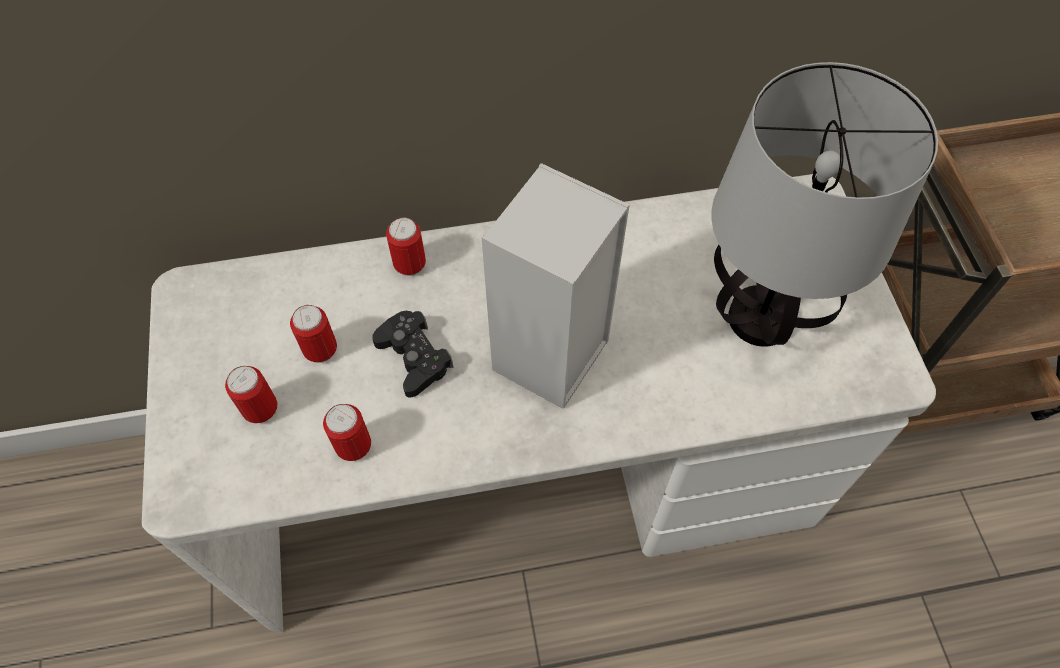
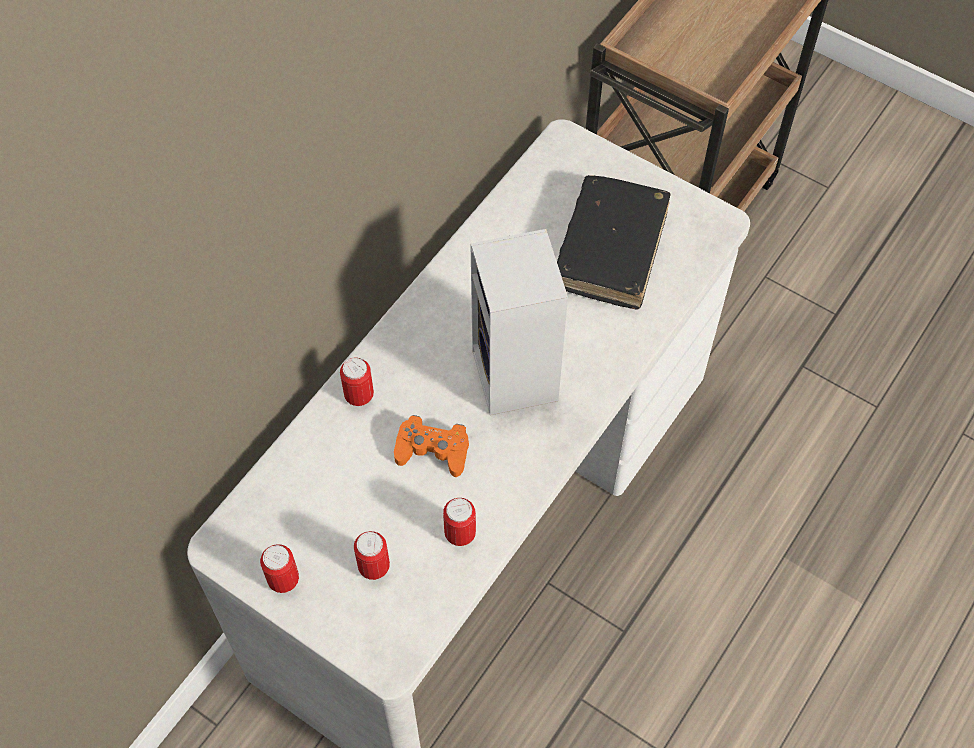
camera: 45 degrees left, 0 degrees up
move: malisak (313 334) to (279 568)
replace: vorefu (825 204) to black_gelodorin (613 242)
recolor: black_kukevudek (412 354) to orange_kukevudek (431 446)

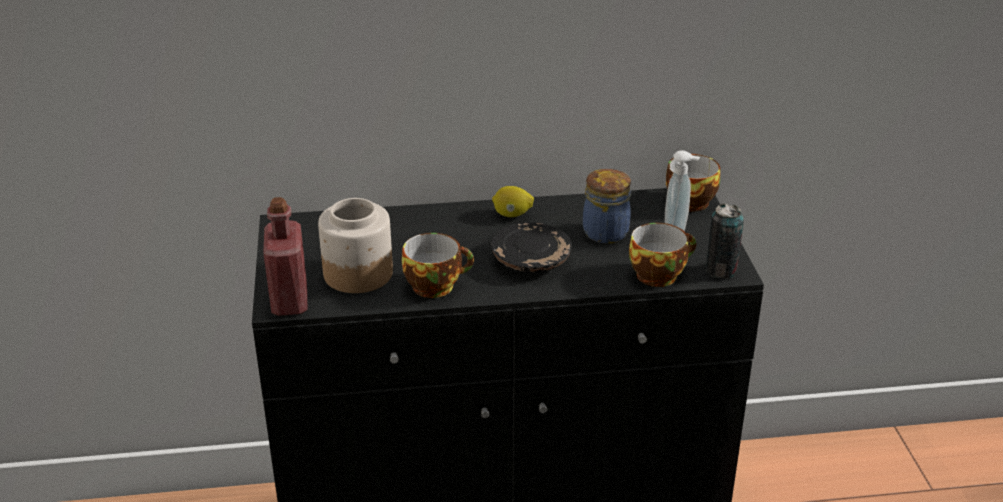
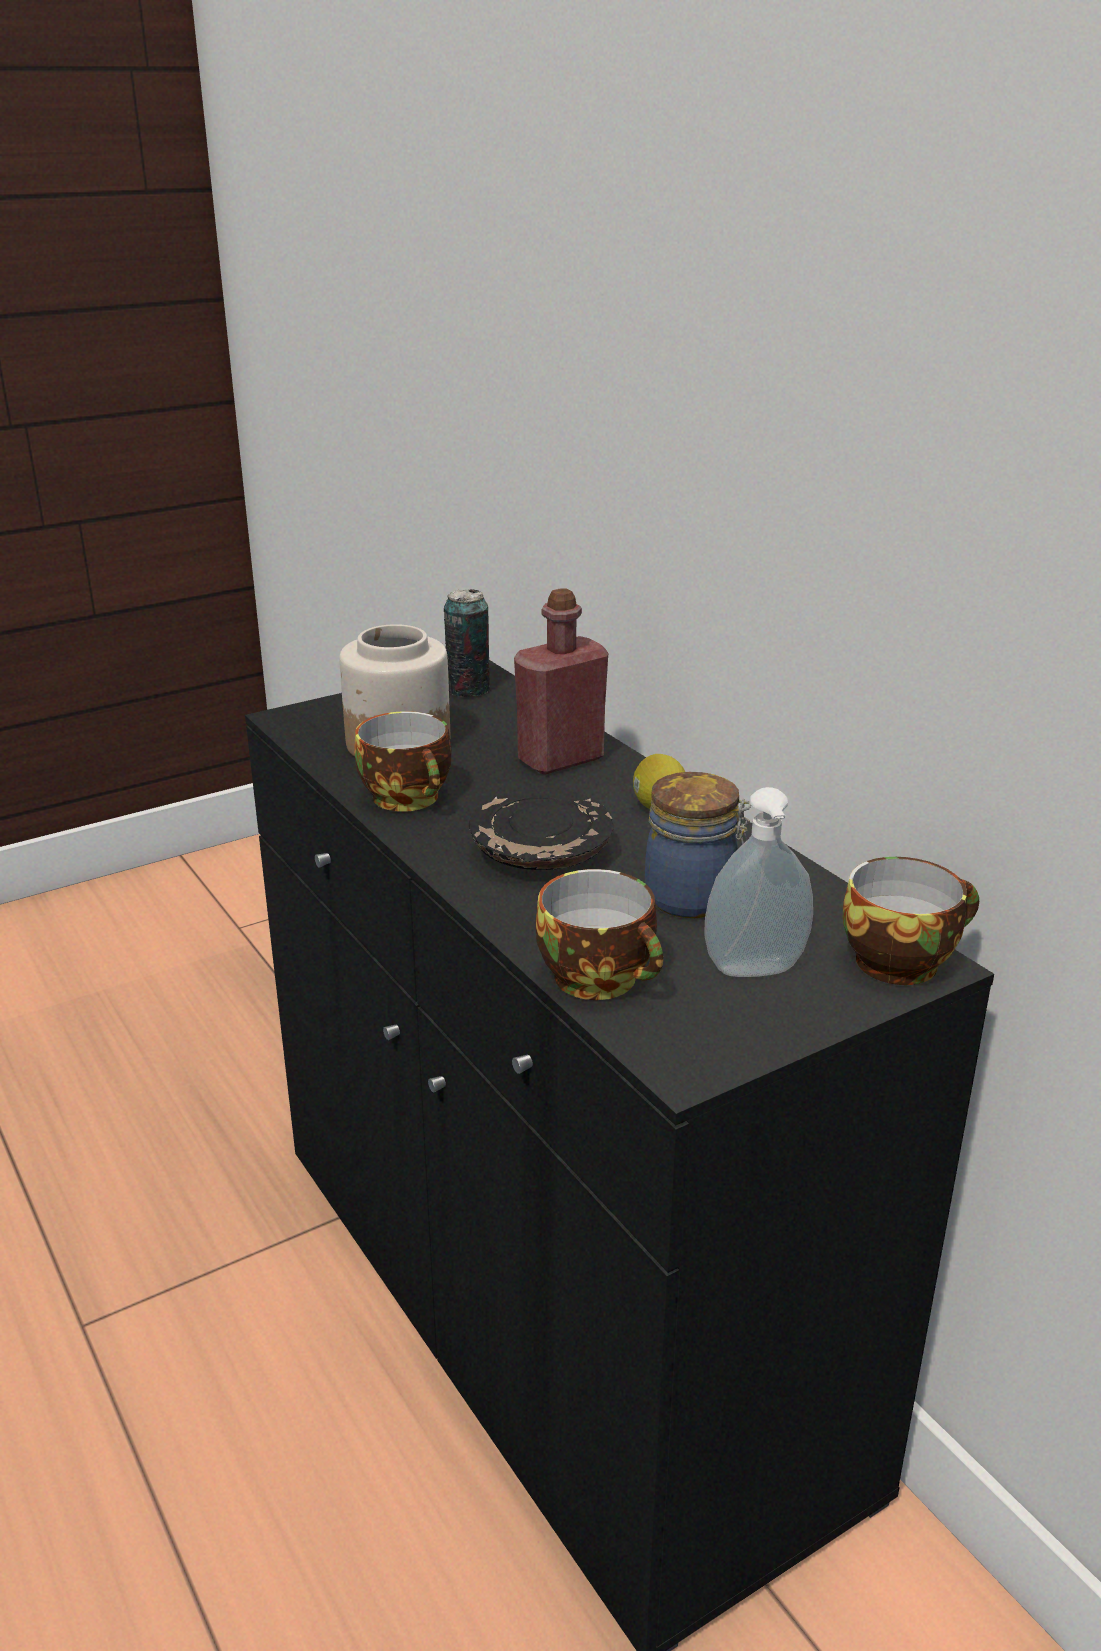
camera: 65 degrees right, 5 degrees down
move: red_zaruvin (285 256) to (561 681); malisak (725 241) to (467 643)

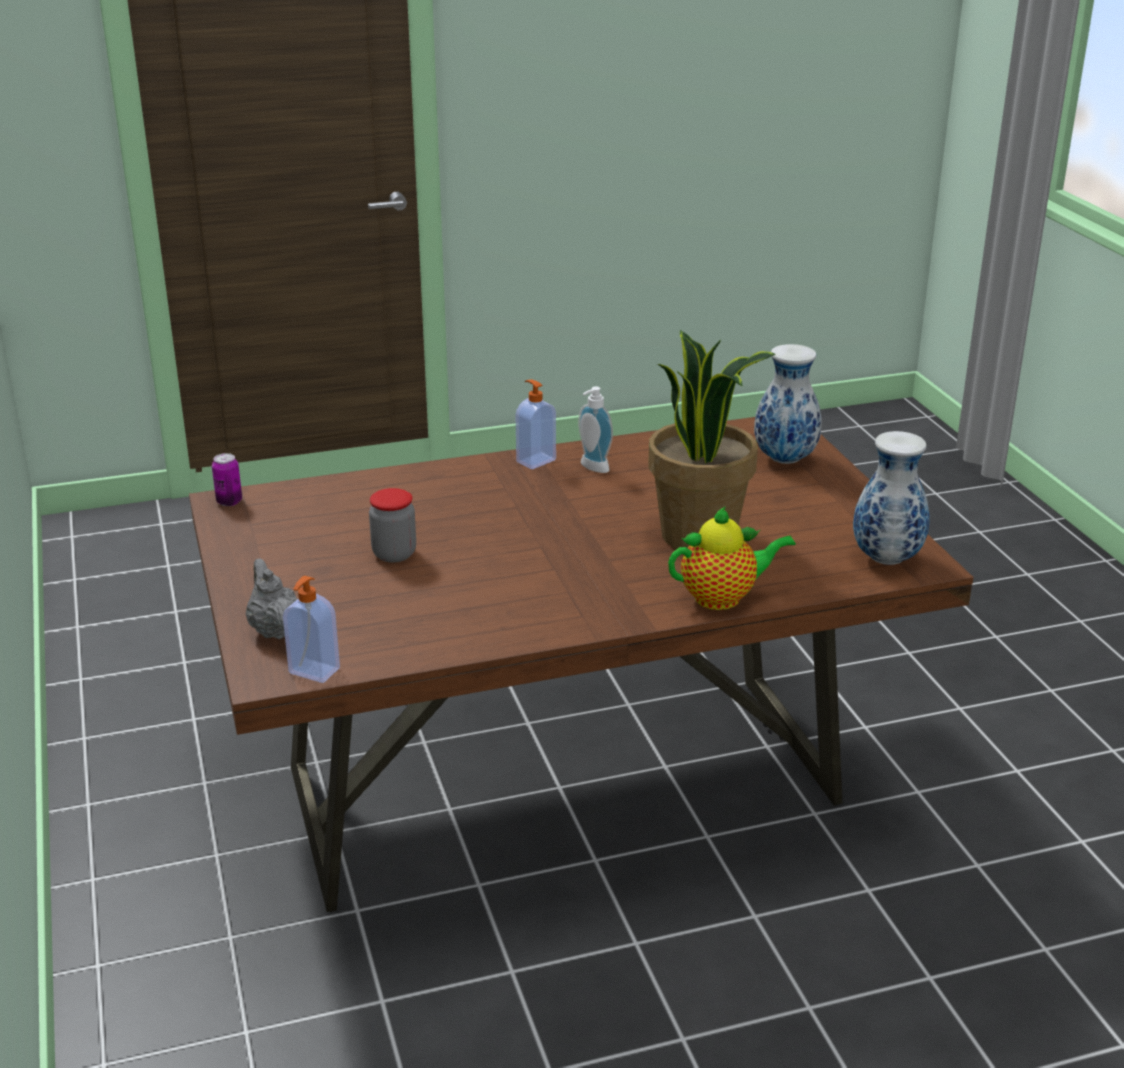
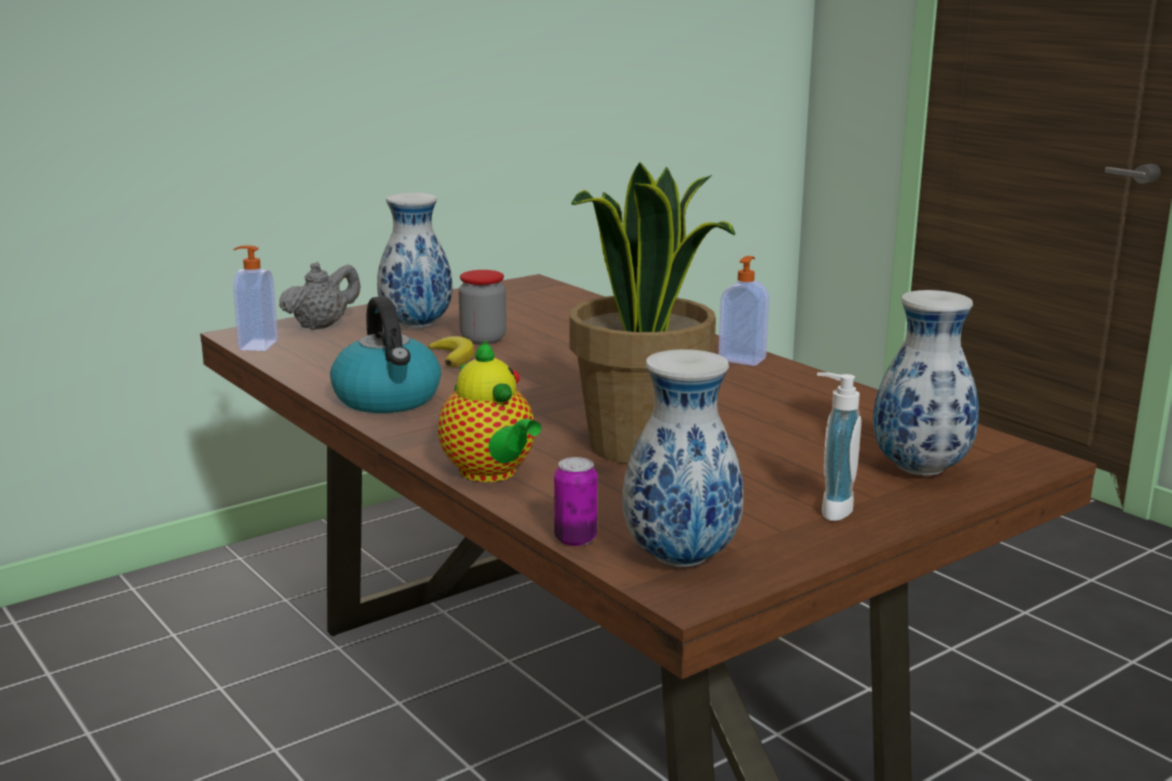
camera: 70 degrees right, 10 degrees down
insert: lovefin (415 260); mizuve (385 354); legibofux (451 351)
move: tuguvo (595 429) to (839 446); malisak (227 479) to (576 501)

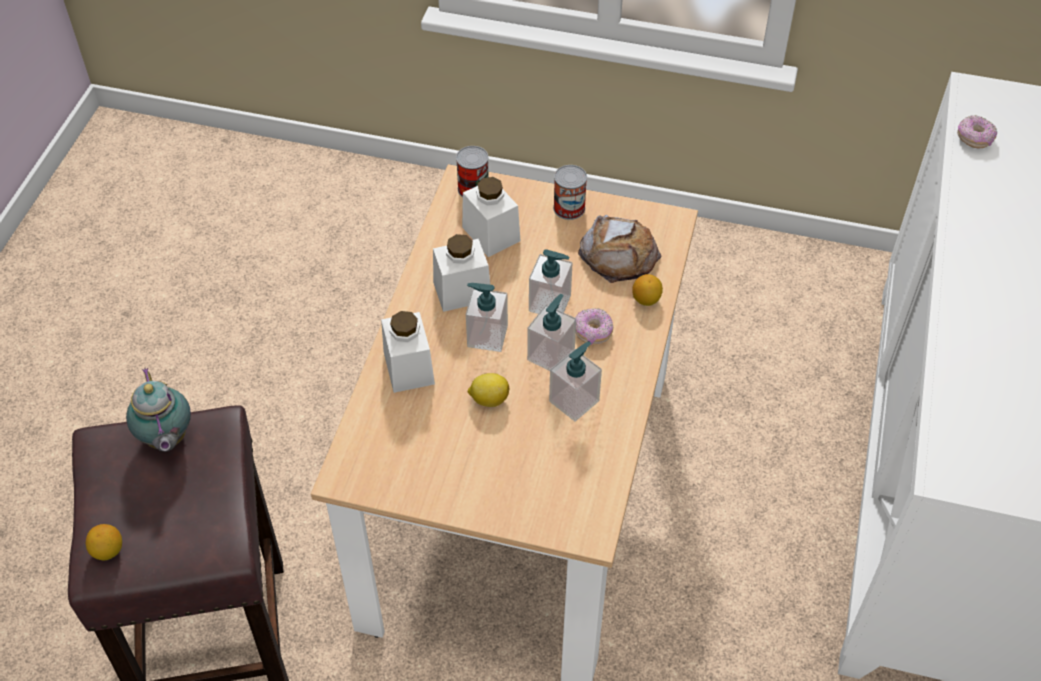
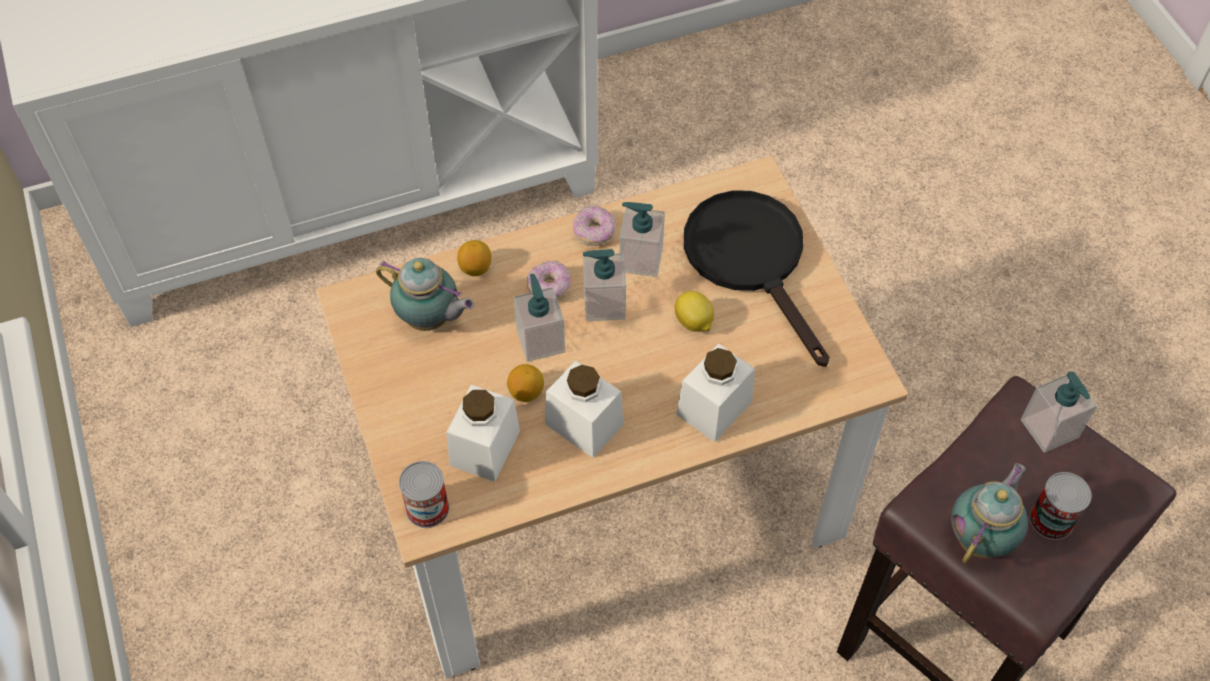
camera: 125 degrees left, 5 degrees up
insert: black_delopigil (757 278)
move: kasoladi (977 131) to (594 226); malisak (570 192) to (1060 506); tuguvo (487 317) to (1059 412); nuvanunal (104 542) to (525 383)
replace: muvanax (619 249) to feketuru (425 294)

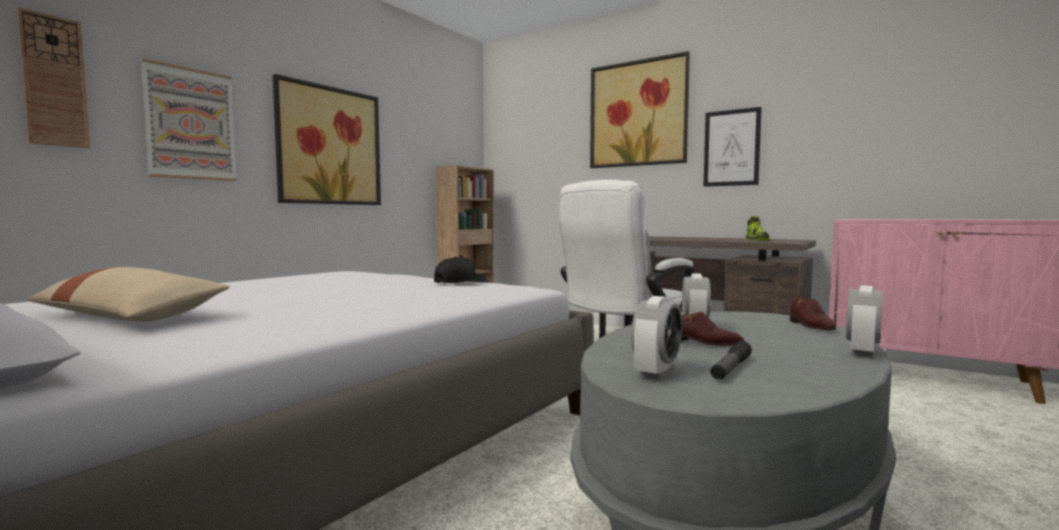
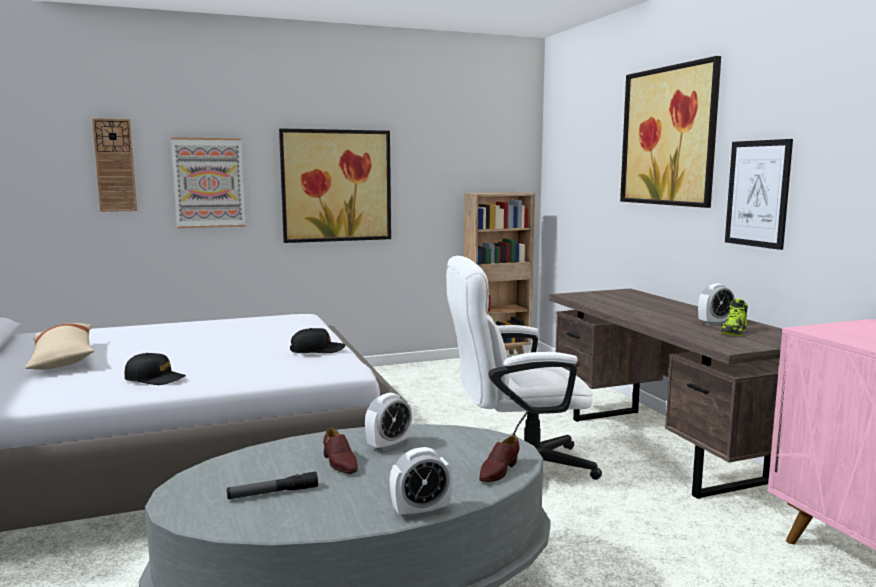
camera: 35 degrees right, 5 degrees up
insert: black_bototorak (155 369)
move: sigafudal (656 338) to (716 305)

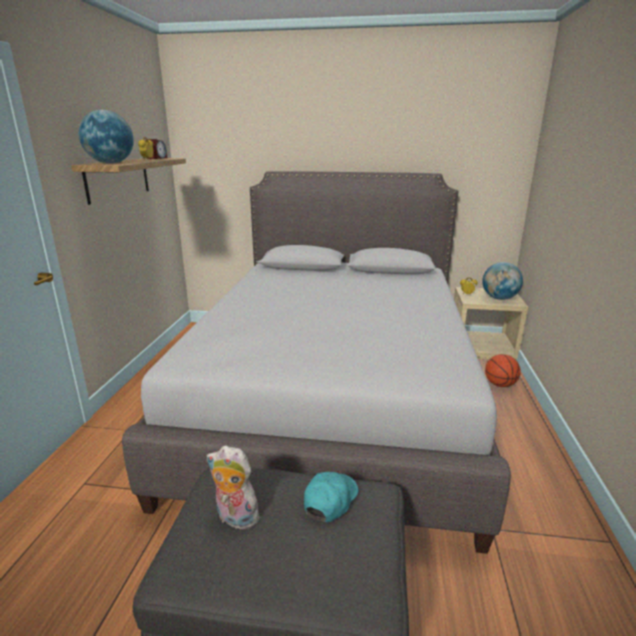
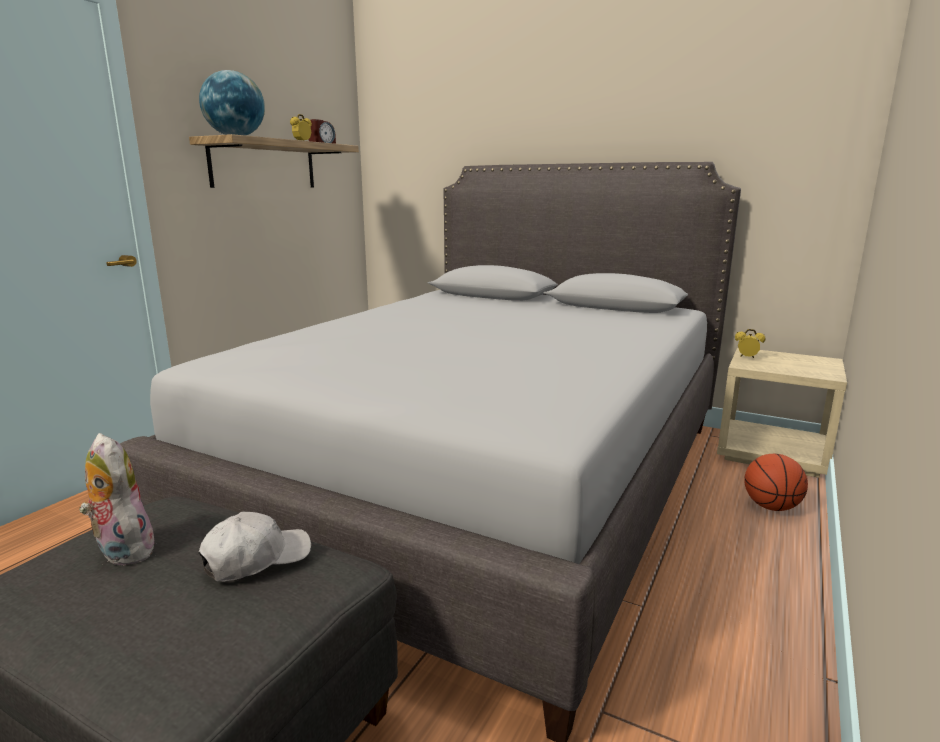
camera: 20 degrees right, 5 degrees down
delete: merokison (502 281)
recolor: turquoise_bototorak (331 497) to white_bototorak (255 547)

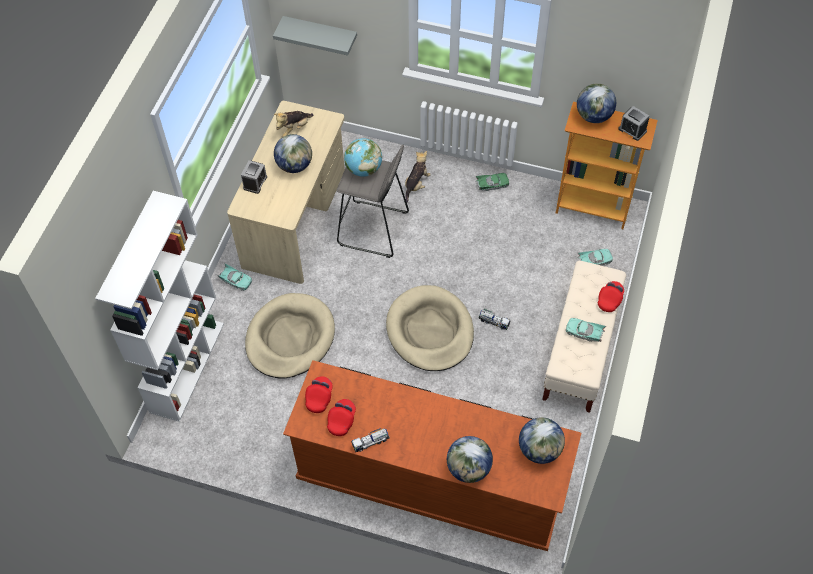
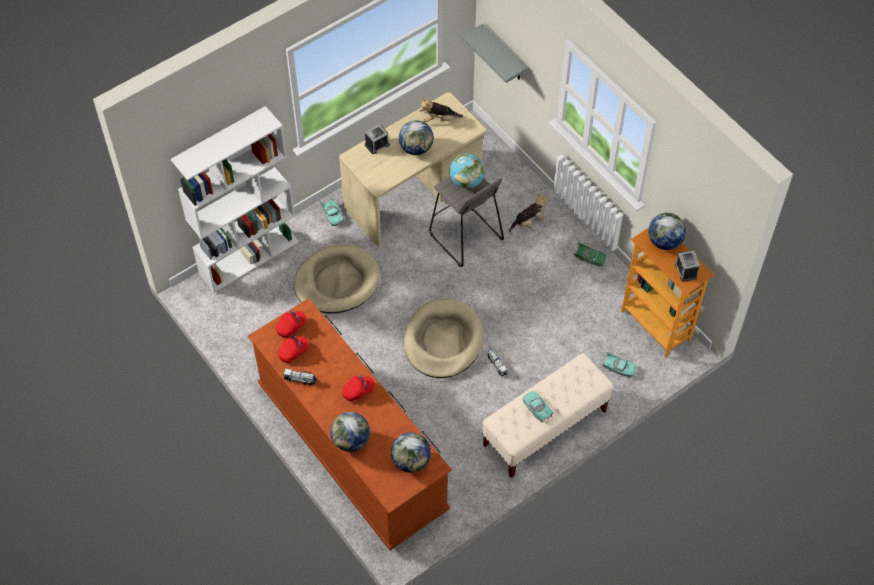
camera: 35 degrees right, 0 degrees up
move: red_bototorak (611 296) to (358 388)

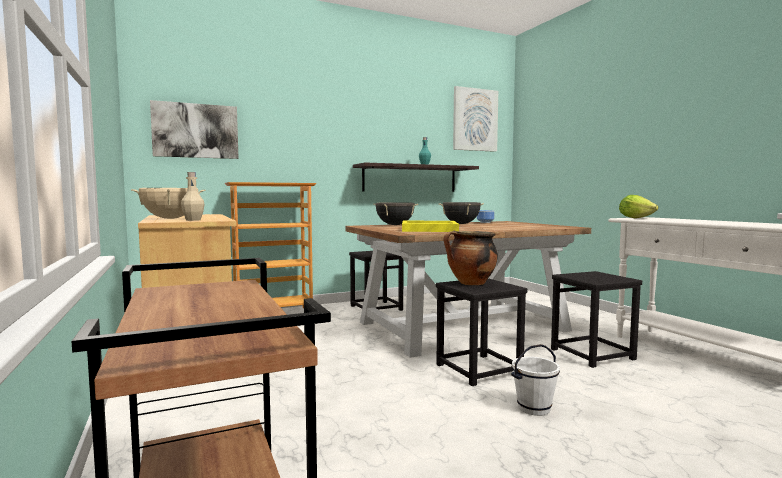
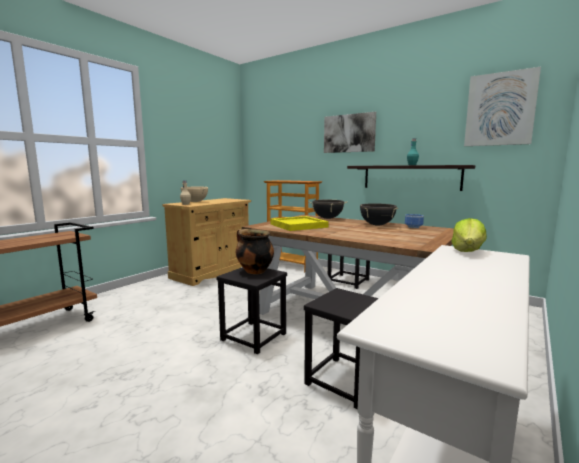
camera: 60 degrees right, 5 degrees up
delete: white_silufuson (535 380)
move: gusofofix (194 129) to (350 132)

